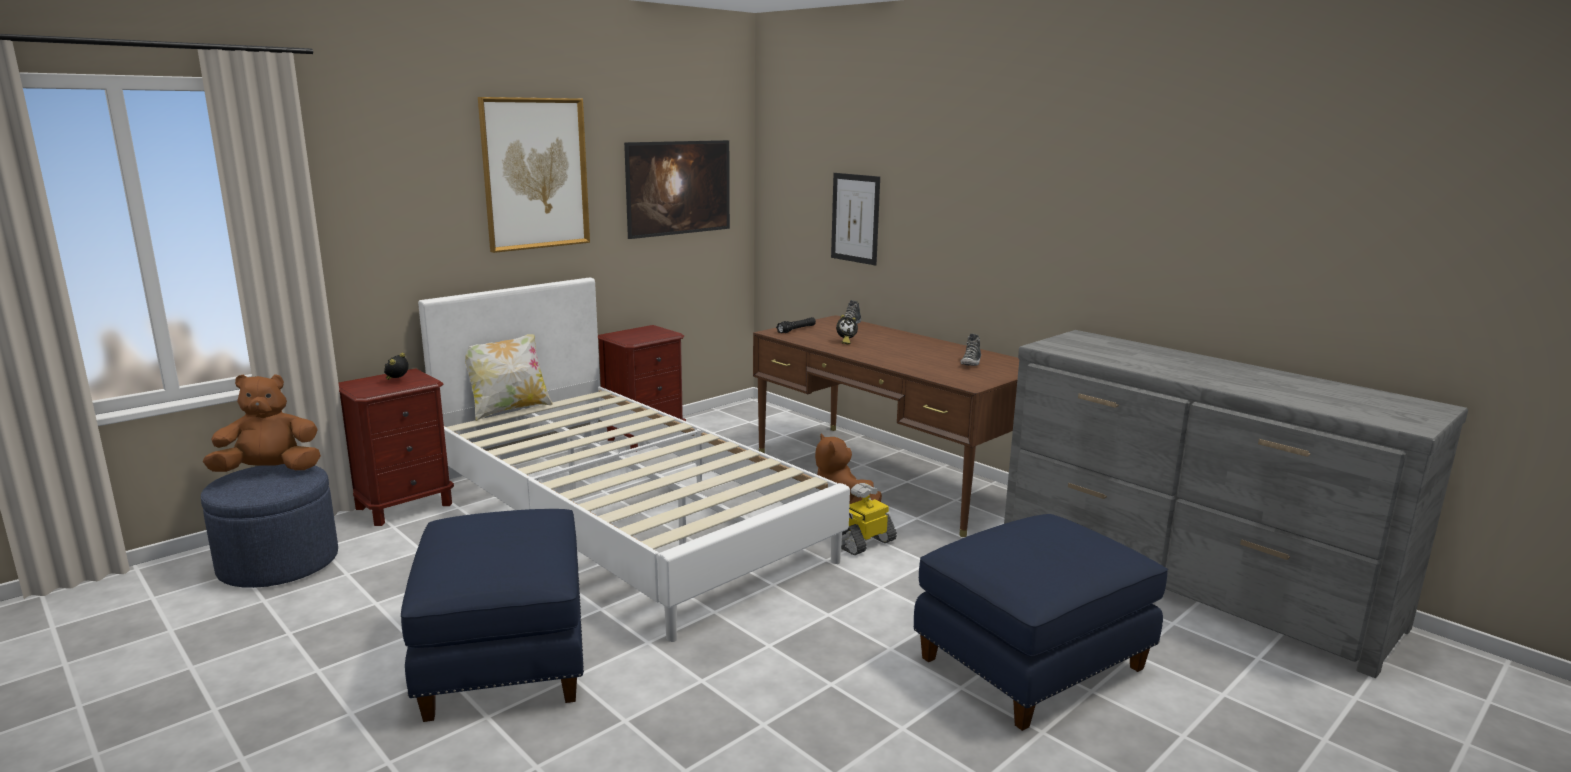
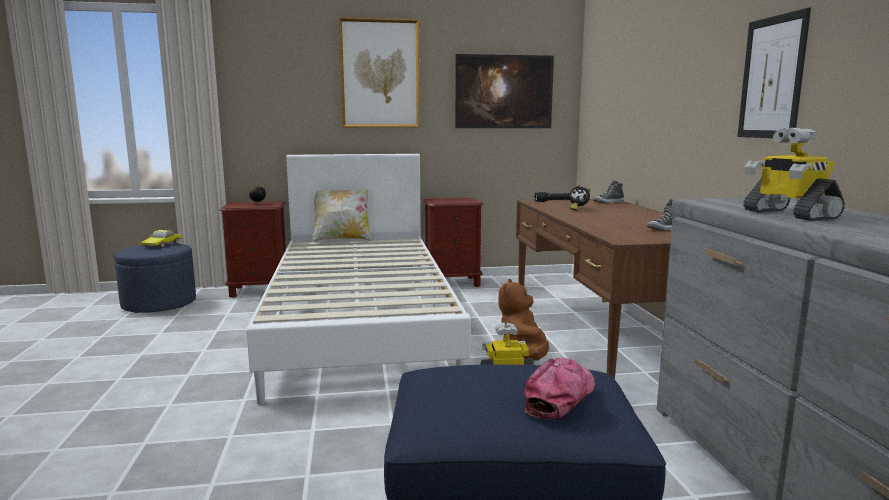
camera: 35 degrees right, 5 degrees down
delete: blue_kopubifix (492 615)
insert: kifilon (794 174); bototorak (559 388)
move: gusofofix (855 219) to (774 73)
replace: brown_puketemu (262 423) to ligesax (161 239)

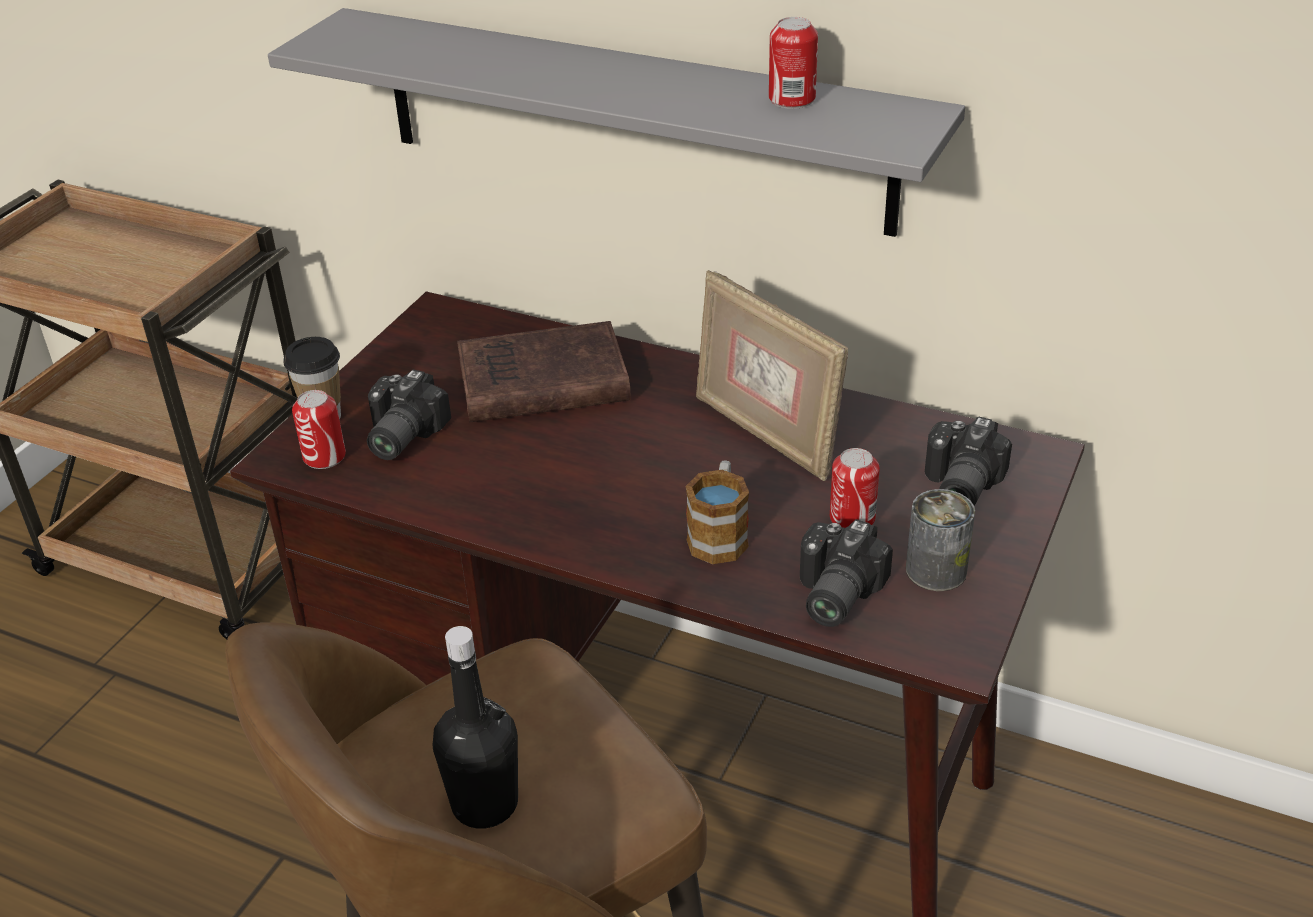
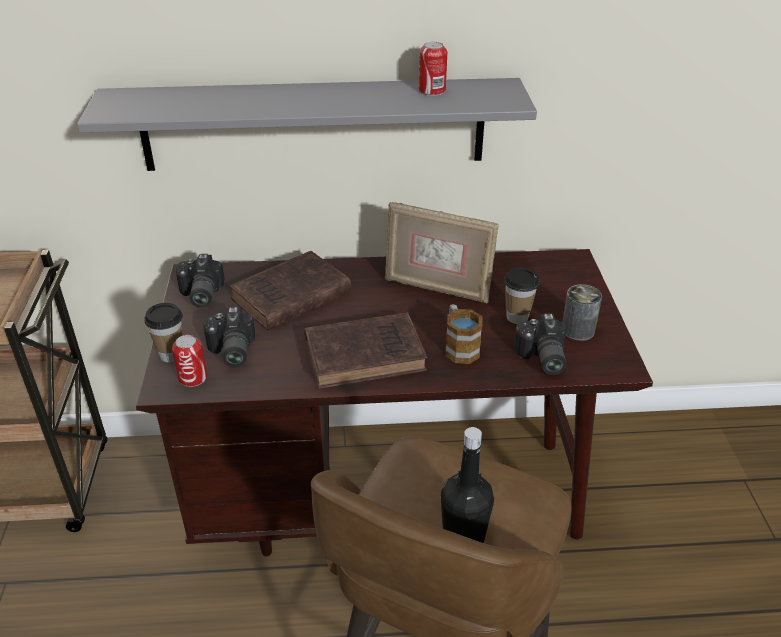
camera: 30 degrees left, 0 degrees up
insert: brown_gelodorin (365 350)
move: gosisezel (968 460) to (200 281)
replace: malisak (855 488) to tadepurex (521 295)

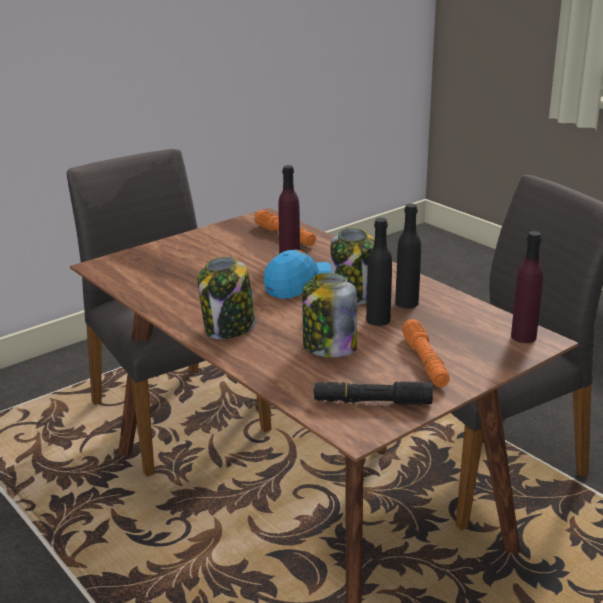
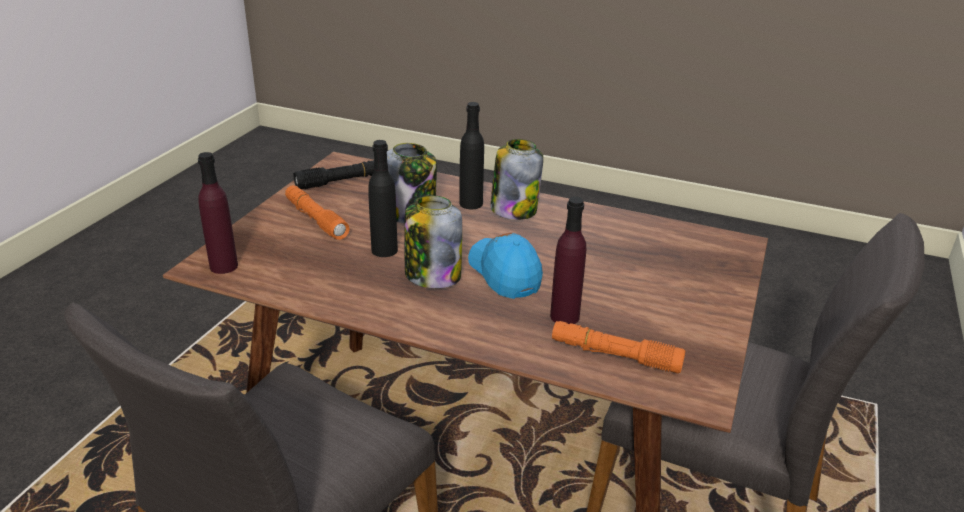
camera: 150 degrees right, 5 degrees up
move: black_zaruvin (408 256) to (471 155)
rotate: blue_bototorak (297 274) = (505 266) 135 degrees clockwise

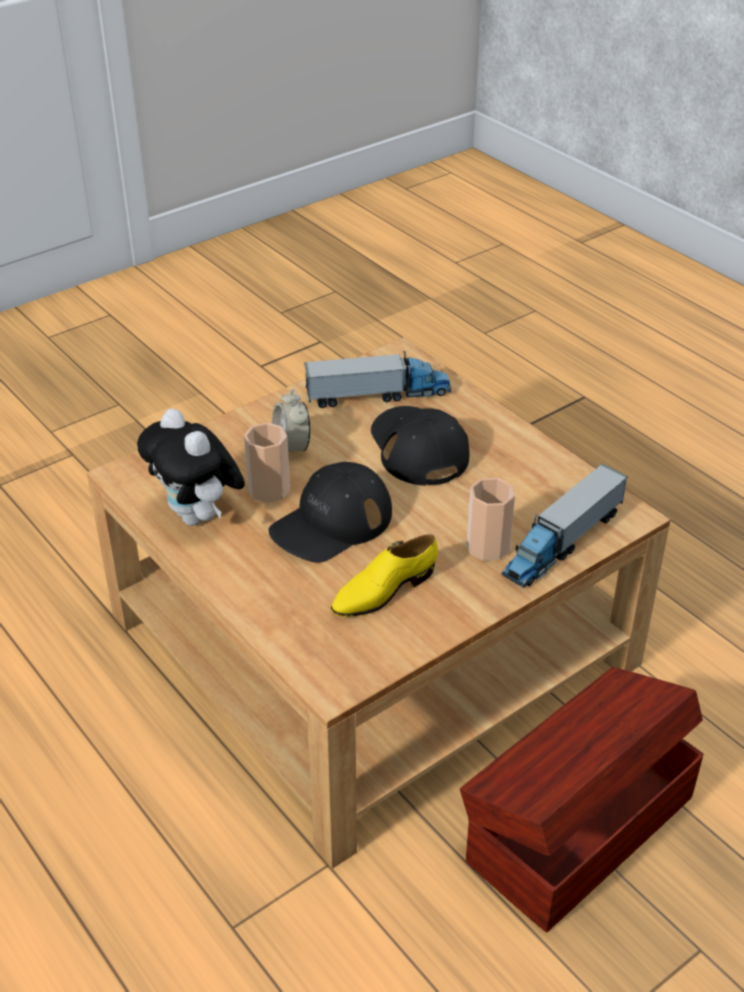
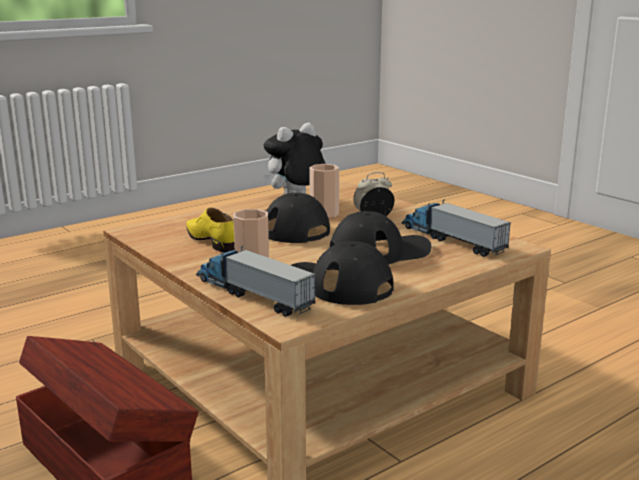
camera: 90 degrees right, 20 degrees down
insert: black_bototorak (342 273)
rotate: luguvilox (378 379) = (457 228) 150 degrees clockwise

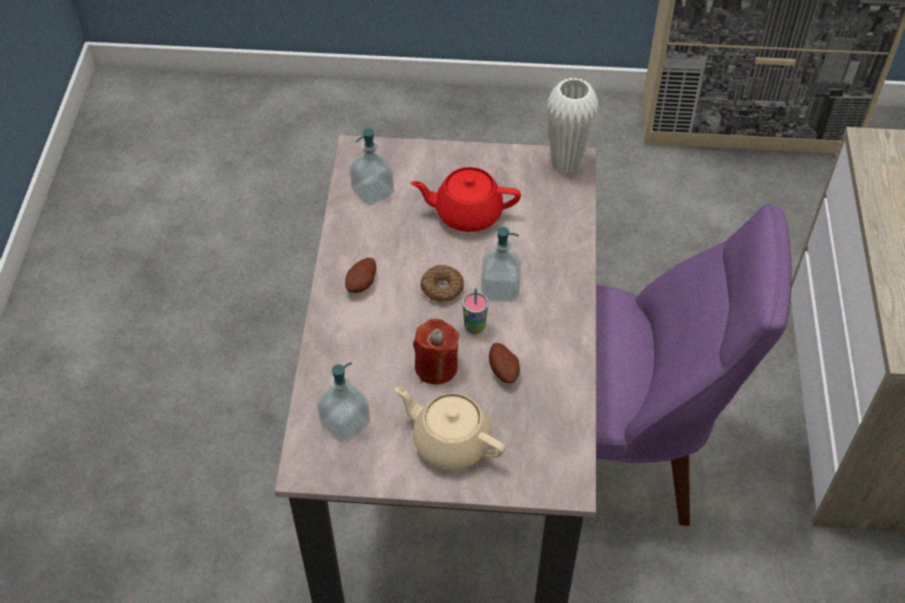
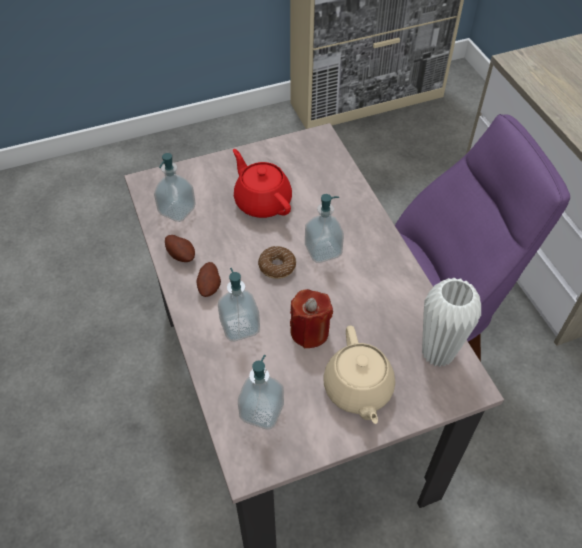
camera: 25 degrees left, 0 degrees up
delete: tadepurex (475 311)
insert: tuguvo (239 305)
move: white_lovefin (573 126) to (451 322); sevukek (504 363) to (180 248)
rotate: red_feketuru (466 199) = (262 183) 75 degrees clockwise; beige_feketuru (449 428) = (359 374) 105 degrees counterclockwise

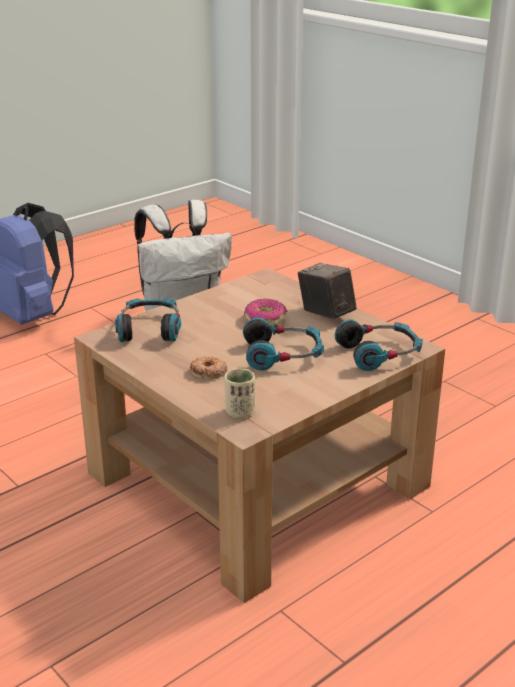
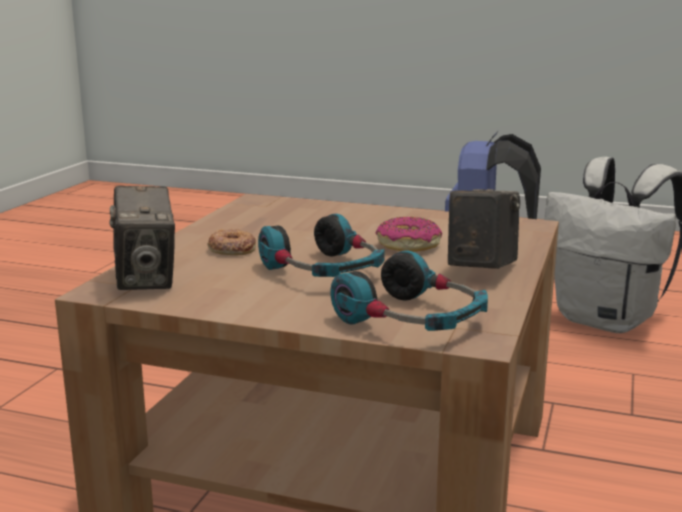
camera: 60 degrees right, 10 degrees down
delete: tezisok (148 320)
replace: beige_tadepurex (240 393) to gosisezel (142 238)

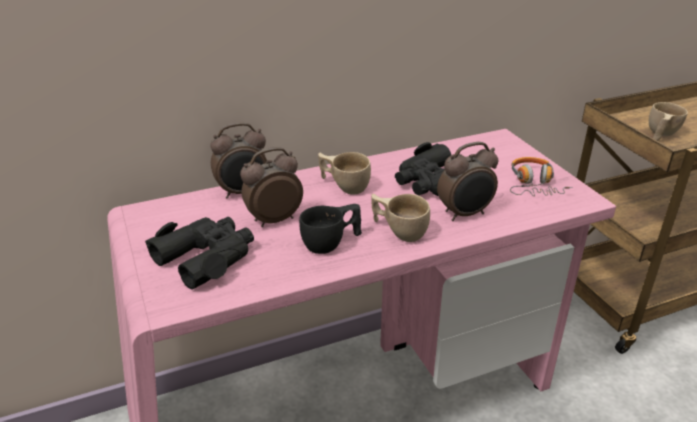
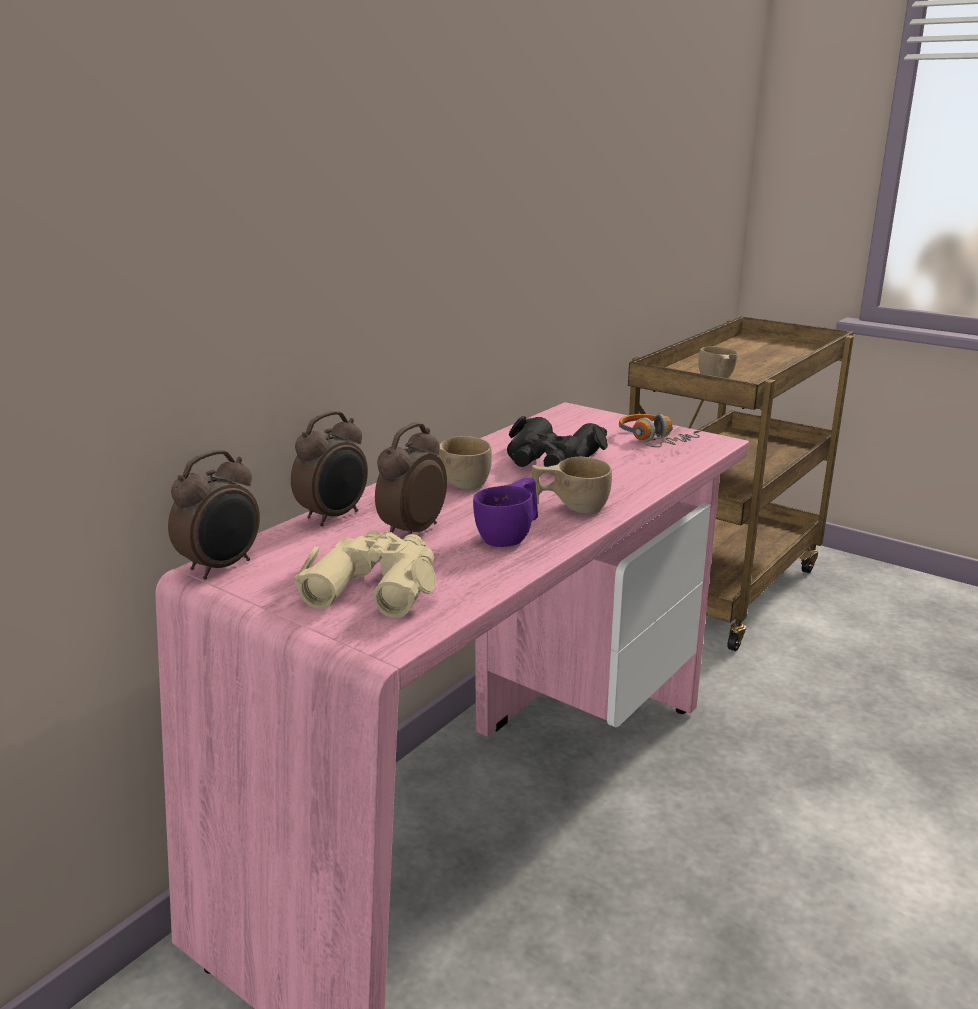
camera: 30 degrees left, 10 degrees down
move: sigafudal (467 181) to (214 514)
recolor: black_tadepurex (330 229) to purple_tadepurex (505 512); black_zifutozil (199 253) to beige_zifutozil (365 574)

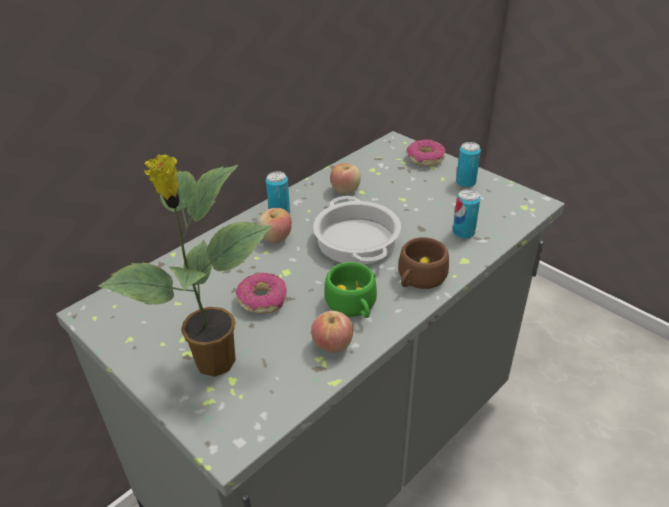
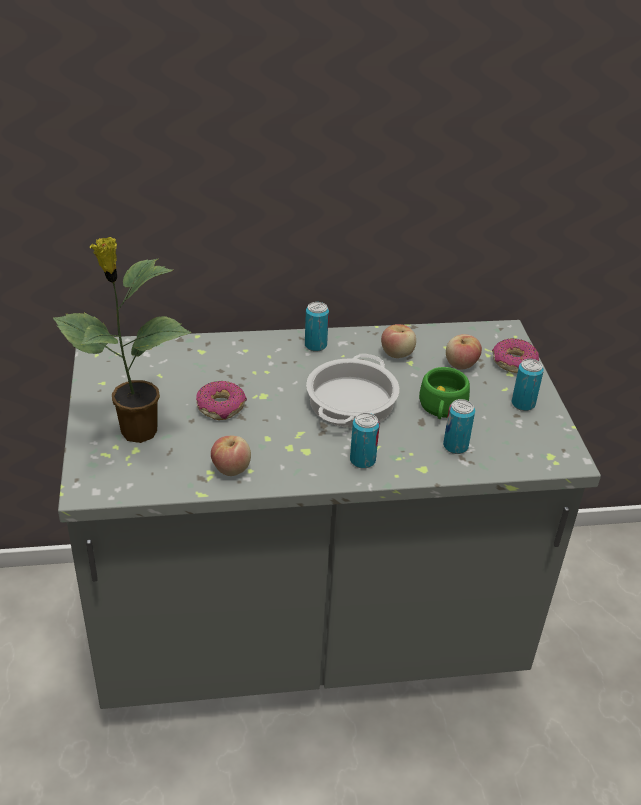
camera: 35 degrees right, 0 degrees up
move: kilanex (275 225) to (464 352); green_tadepurex (351 290) to (444 393)
replace: brown_tadepurex (423 263) to malisak (365 441)

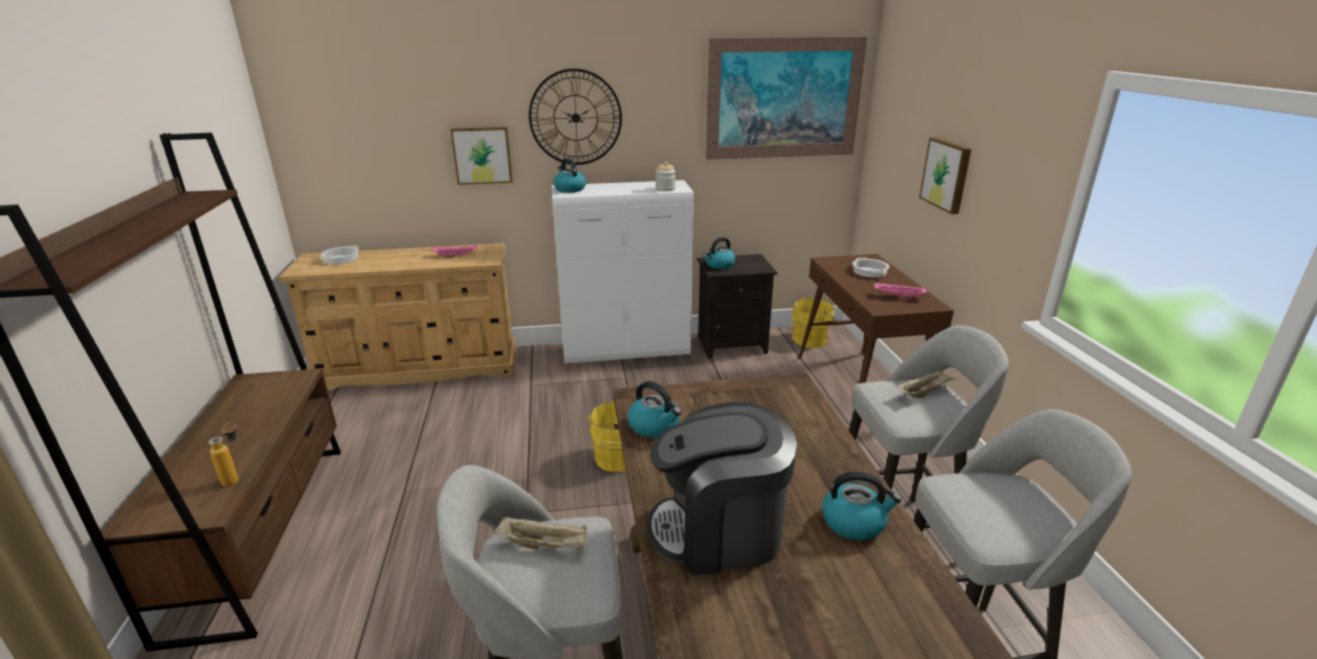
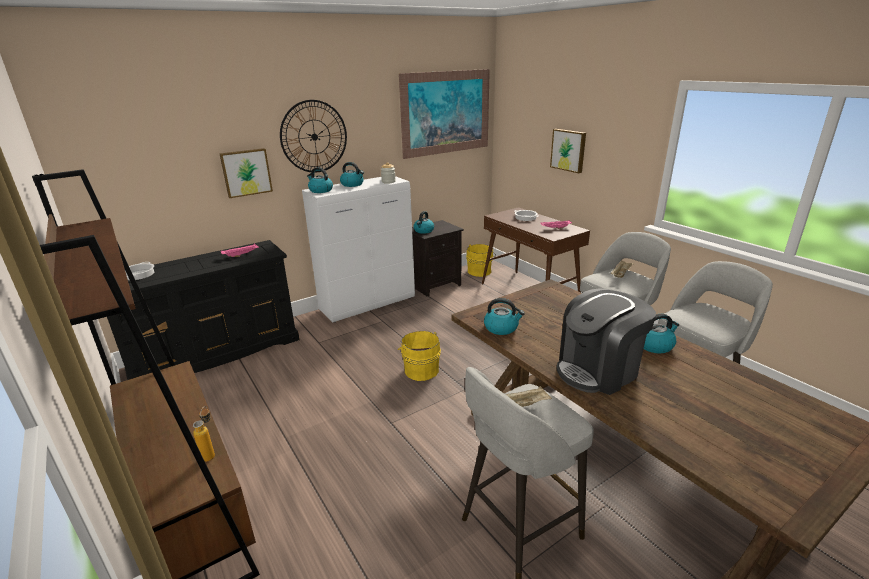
camera: 25 degrees left, 0 degrees up
insert: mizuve (352 174)
recolor: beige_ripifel (397 317) to black_ripifel (203 310)

